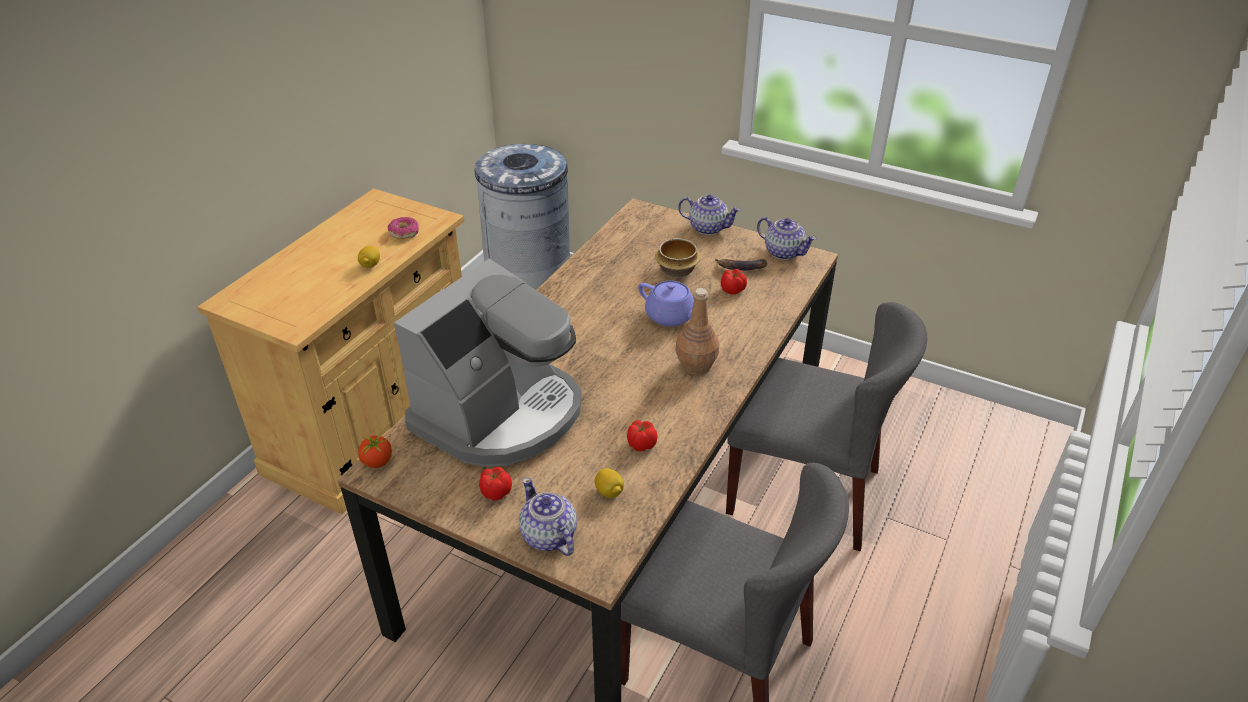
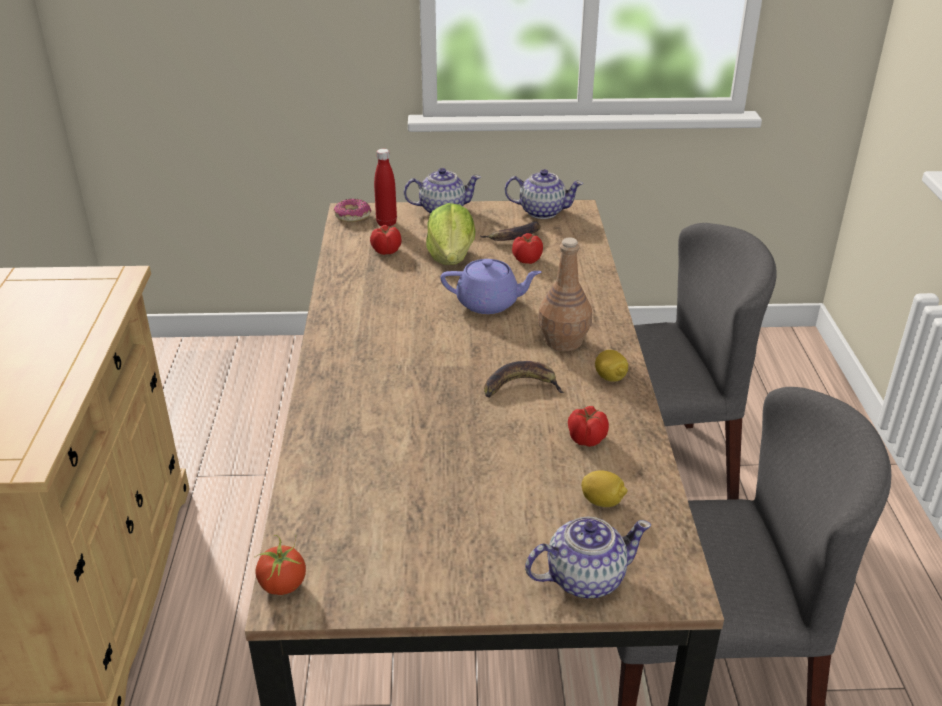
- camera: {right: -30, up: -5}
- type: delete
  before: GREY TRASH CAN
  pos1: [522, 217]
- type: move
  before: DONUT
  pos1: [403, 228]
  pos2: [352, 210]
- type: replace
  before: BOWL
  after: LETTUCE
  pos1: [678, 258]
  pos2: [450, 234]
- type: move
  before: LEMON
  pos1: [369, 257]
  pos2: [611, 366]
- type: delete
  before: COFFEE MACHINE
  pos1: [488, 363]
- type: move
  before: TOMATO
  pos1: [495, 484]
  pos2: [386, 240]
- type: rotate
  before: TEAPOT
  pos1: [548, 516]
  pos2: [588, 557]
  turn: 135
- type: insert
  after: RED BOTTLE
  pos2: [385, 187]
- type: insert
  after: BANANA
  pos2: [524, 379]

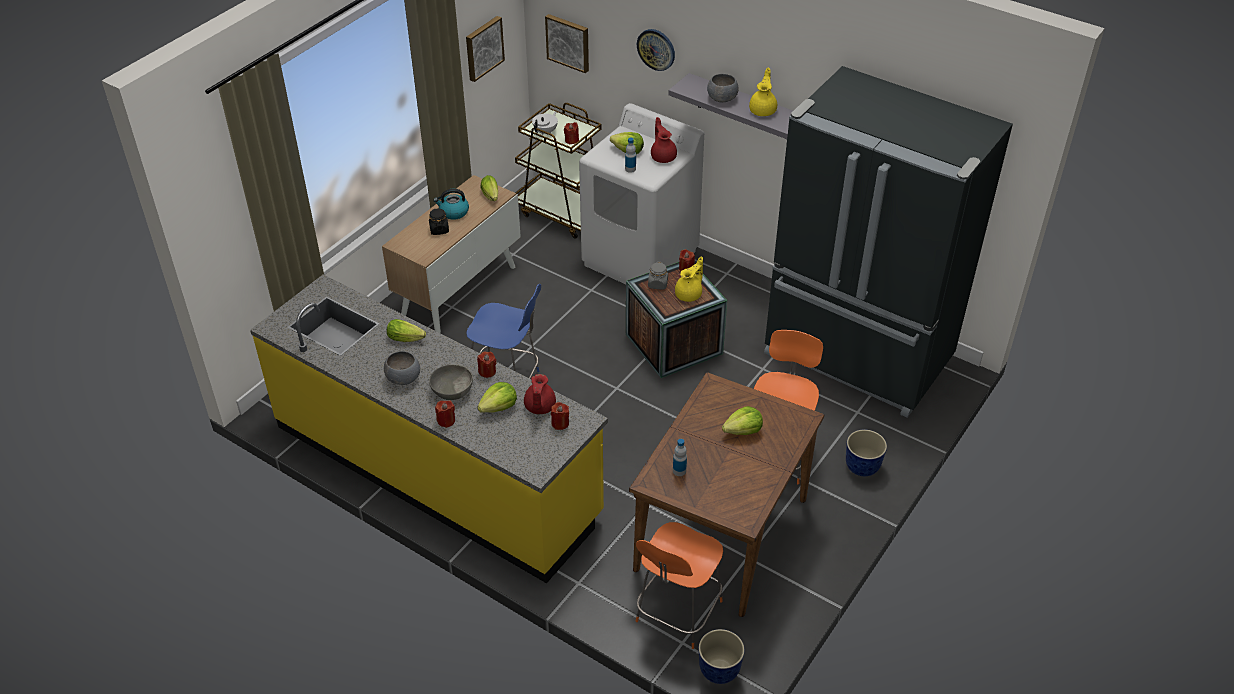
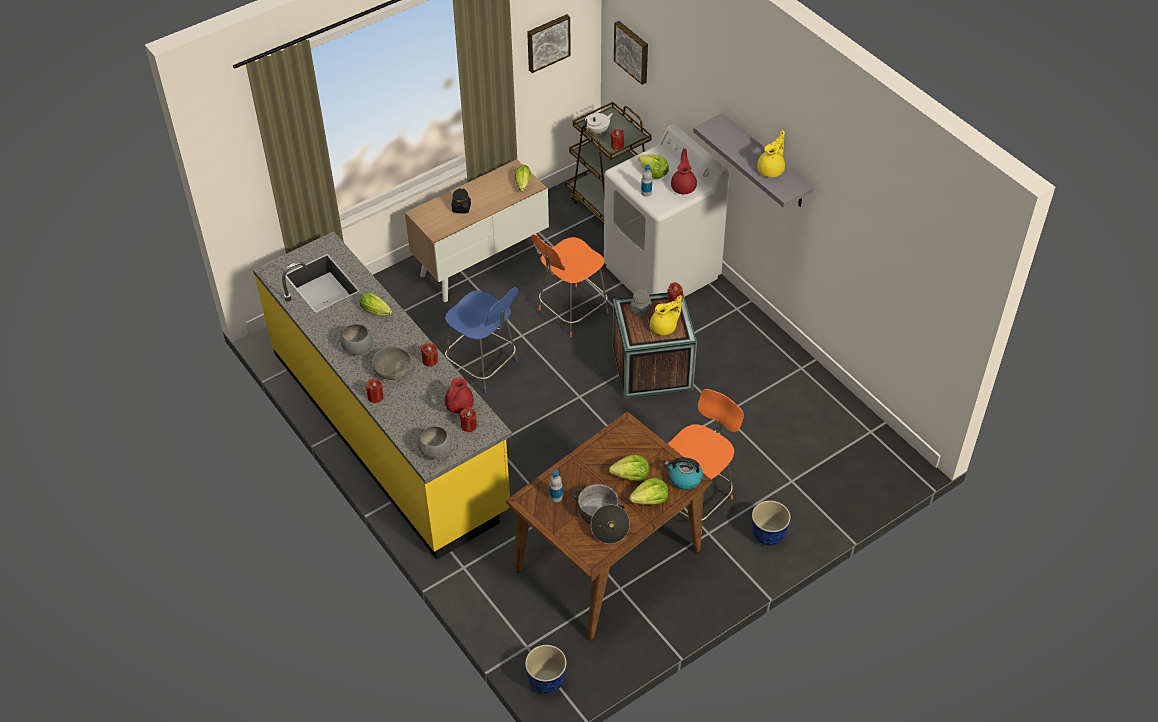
- camera: {right: 20, up: 5}
- type: delete
  before: WALL CLOCK
  pos1: [656, 50]
- type: delete
  before: BLACK FRIDGE
  pos1: [888, 242]
- type: move
  before: GREY BOWL
  pos1: [723, 88]
  pos2: [434, 442]
- type: move
  before: KETTLE
  pos1: [451, 204]
  pos2: [683, 473]
- type: move
  before: LETTUCE
  pos1: [497, 397]
  pos2: [648, 491]
- type: move
  before: ORANGE CHAIR
  pos1: [679, 585]
  pos2: [570, 285]
- type: insert
  after: COOKING POT
  pos2: [601, 514]

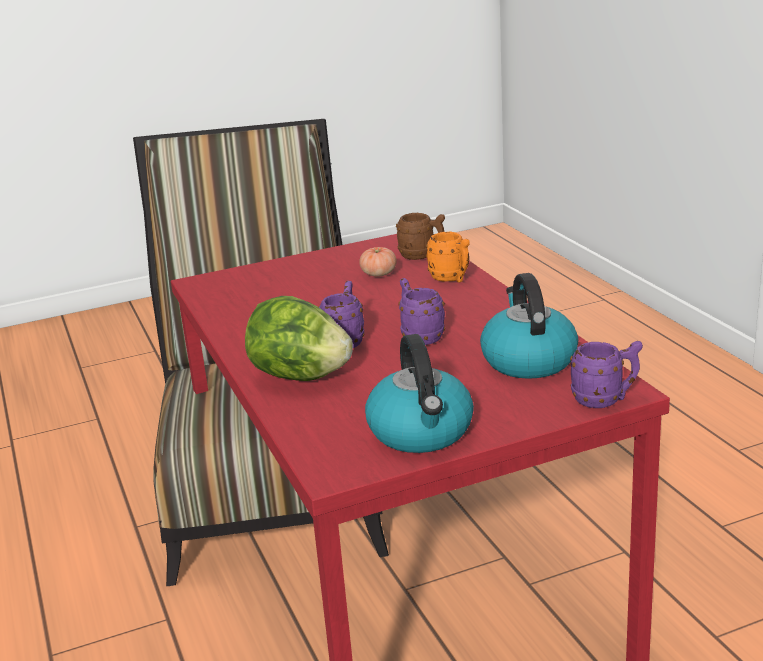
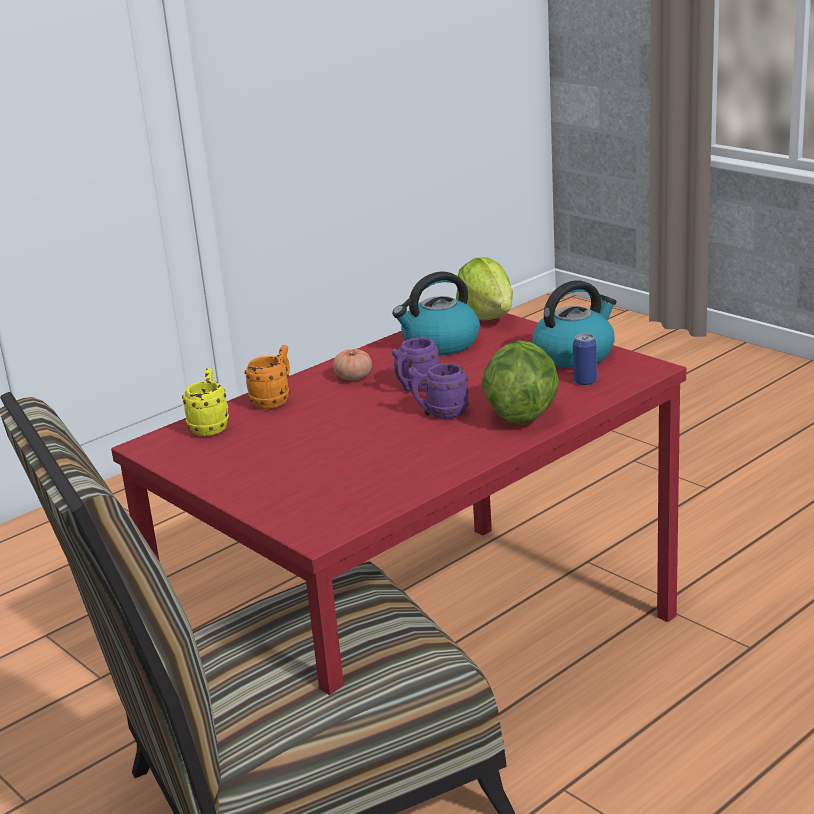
- camera: {right: -110, up: 0}
- type: recolor
  before: BROWN MUG
  after: YELLOW MUG
  pos1: [420, 236]
  pos2: [205, 402]
- type: move
  before: TOMATO
  pos1: [378, 262]
  pos2: [352, 364]
- type: replace
  before: PURPLE MUG
  after: LETTUCE
  pos1: [606, 374]
  pos2: [484, 289]
- type: insert
  after: CAN
  pos2: [585, 359]

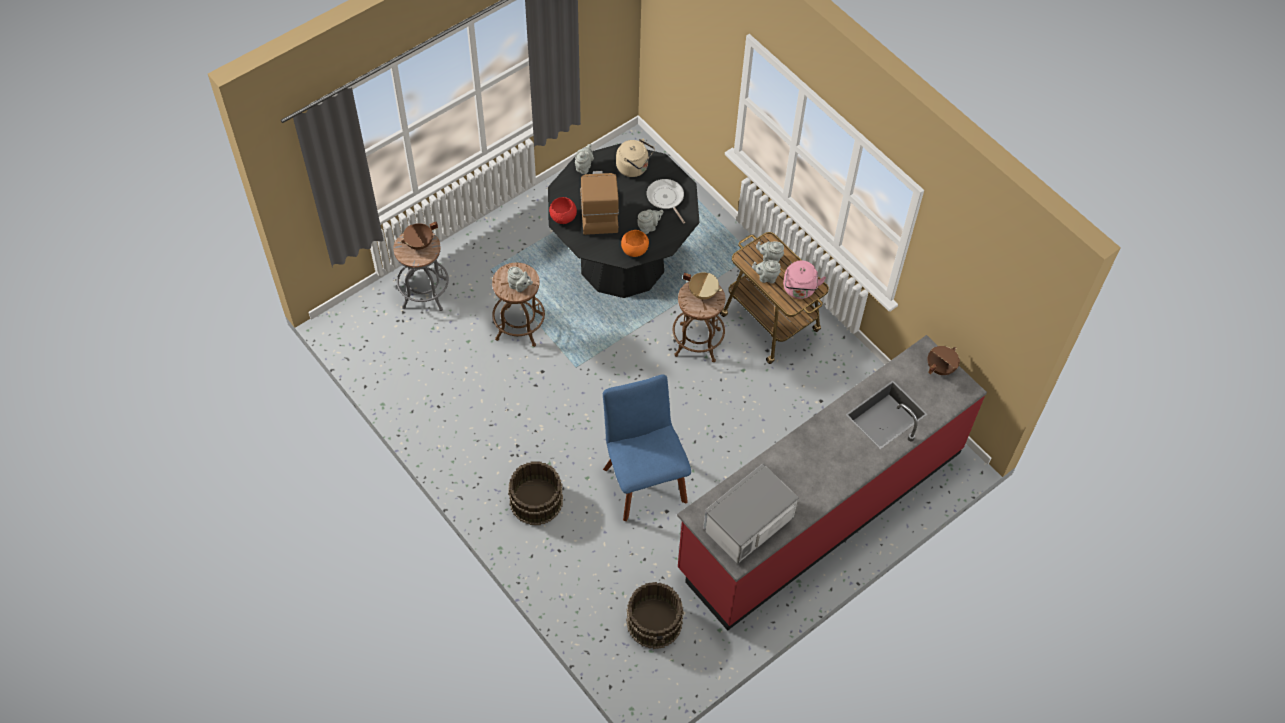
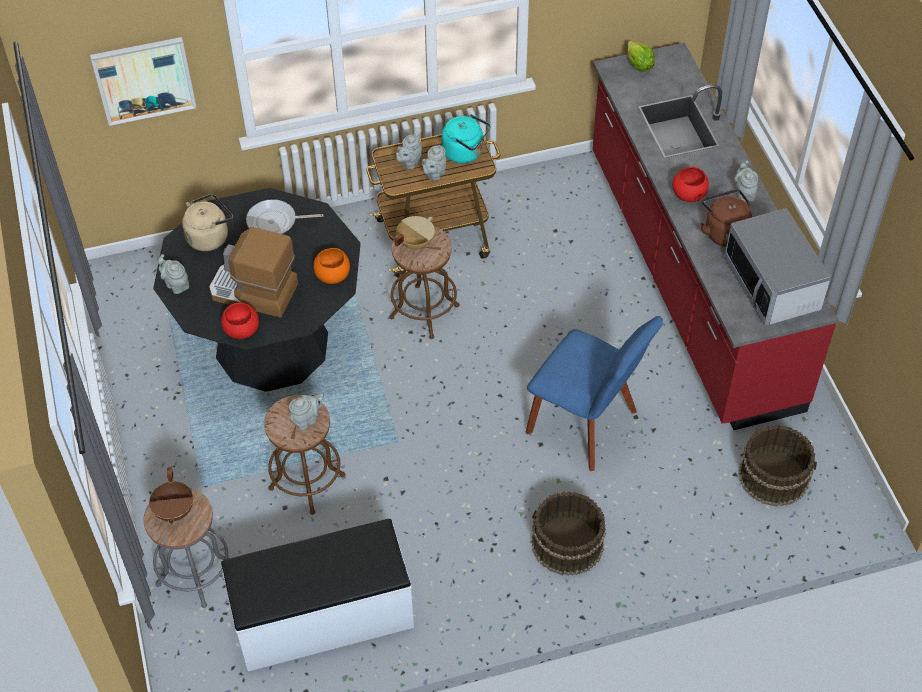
- camera: {right: -65, up: -5}
- type: move
  before: GREY TEAPOT
  pos1: [650, 221]
  pos2: [746, 181]
- type: recolor
  before: PINK KETTLE
  after: TURQUOISE KETTLE
  pos1: [804, 279]
  pos2: [466, 138]
- type: replace
  before: BROWN COOKING POT
  after: LETTUCE
  pos1: [944, 360]
  pos2: [641, 56]
- type: rotate
  before: BLUE CHAIR
  pos1: [647, 447]
  pos2: [594, 393]
  turn: -150
- type: insert
  after: PICTURE
  pos2: [143, 81]
- type: insert
  after: RED BOWL
  pos2: [690, 184]
- type: insert
  after: BROWN KETTLE
  pos2: [726, 218]
- type: insert
  after: WHITE BENCH
  pos2: [317, 595]

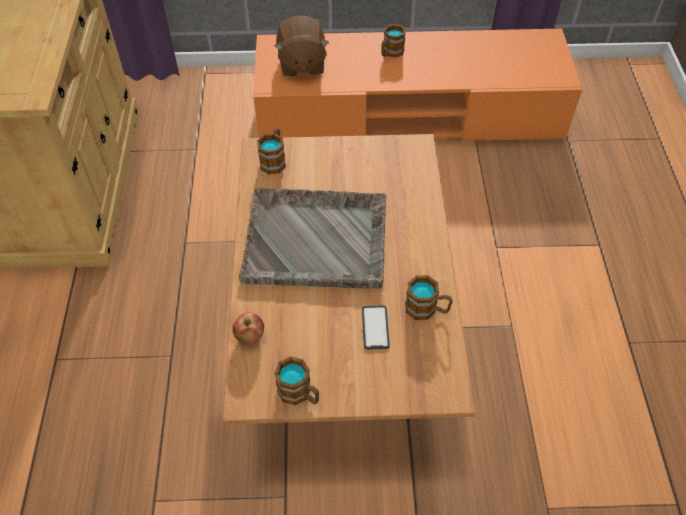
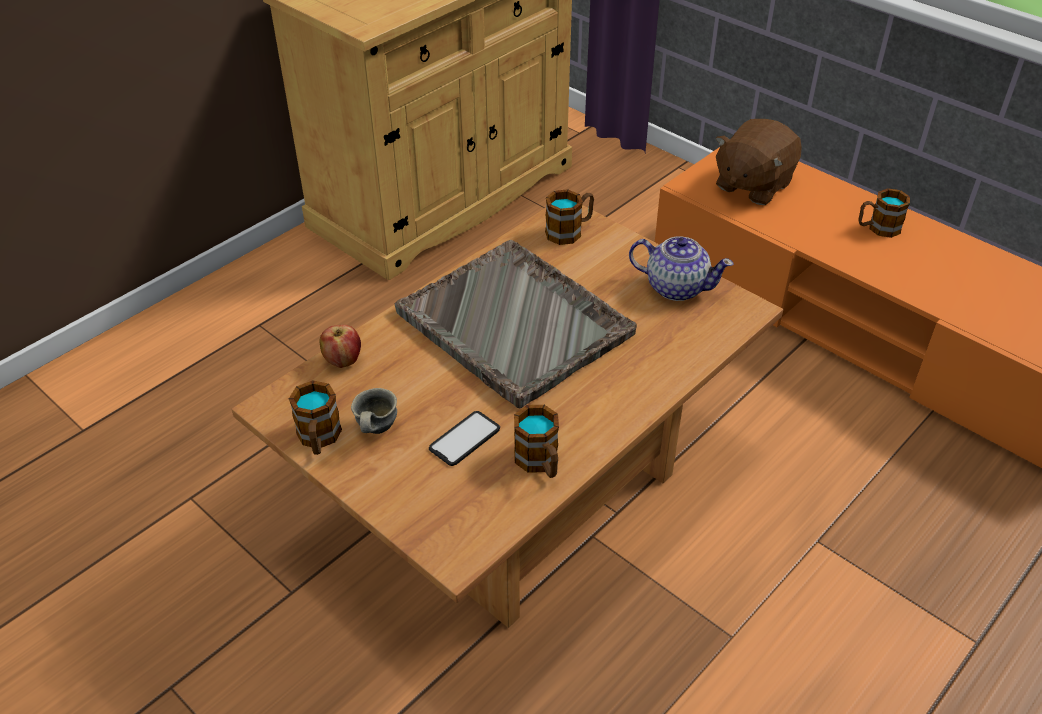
- camera: {right: 45, up: -10}
- type: insert
  after: TEAPOT
  pos2: [681, 268]
- type: insert
  after: GREY MUG
  pos2: [374, 411]

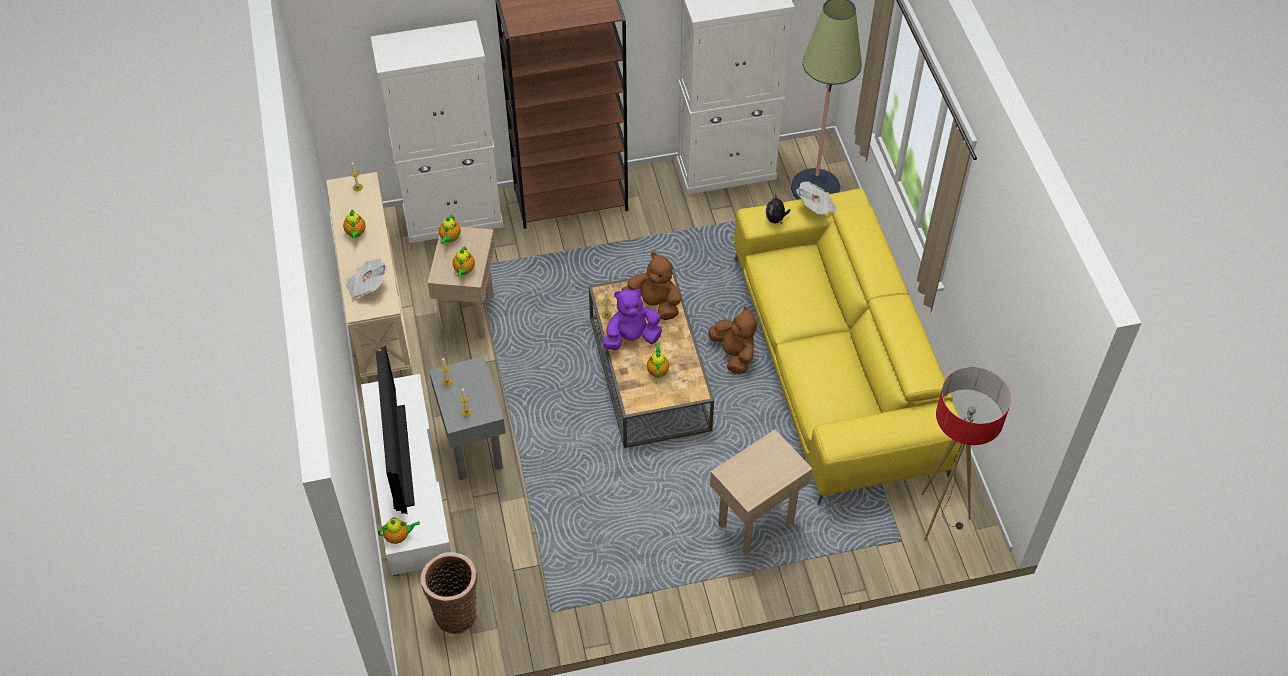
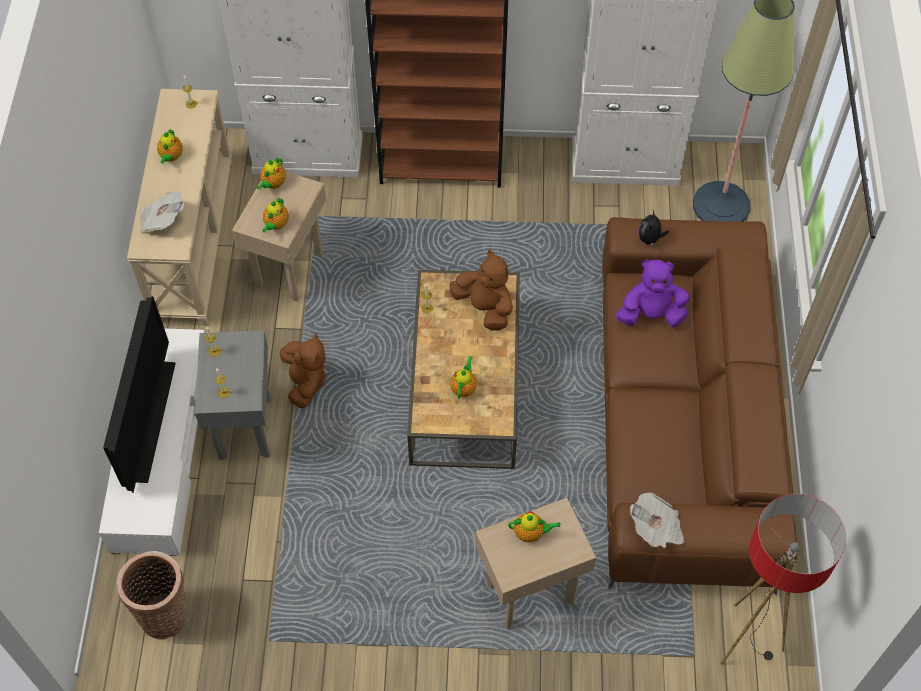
- camera: {right: 15, up: 5}
- type: move
  before: NEWSPAPER
  pos1: [817, 198]
  pos2: [657, 520]
- type: recolor
  before: YELLOW SOFA
  after: BROWN SOFA
  pos1: [848, 347]
  pos2: [700, 406]
- type: move
  before: PURPLE PLUSH TOY
  pos1: [632, 319]
  pos2: [653, 293]
- type: move
  before: BROWN PLUSH TOY
  pos1: [733, 340]
  pos2: [303, 370]
- type: move
  before: TEAPOT
  pos1: [399, 531]
  pos2: [534, 527]

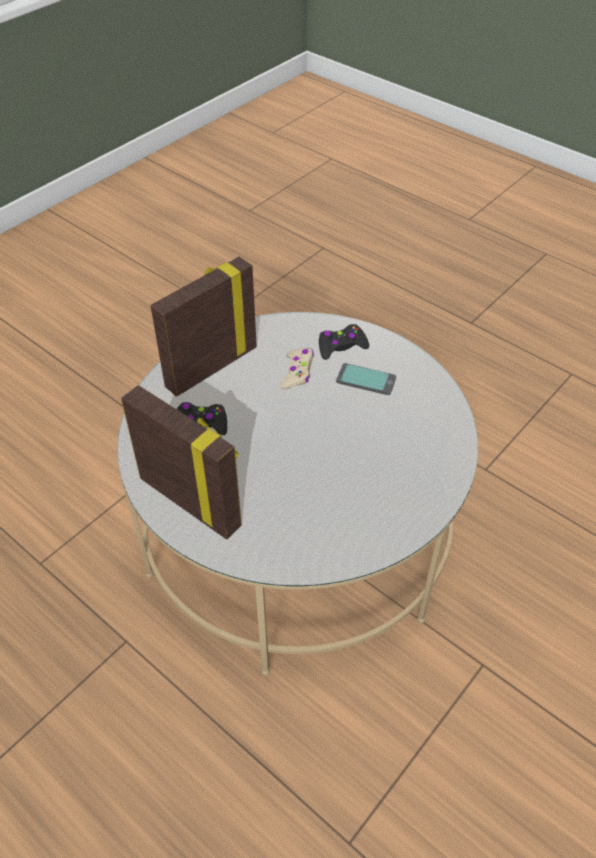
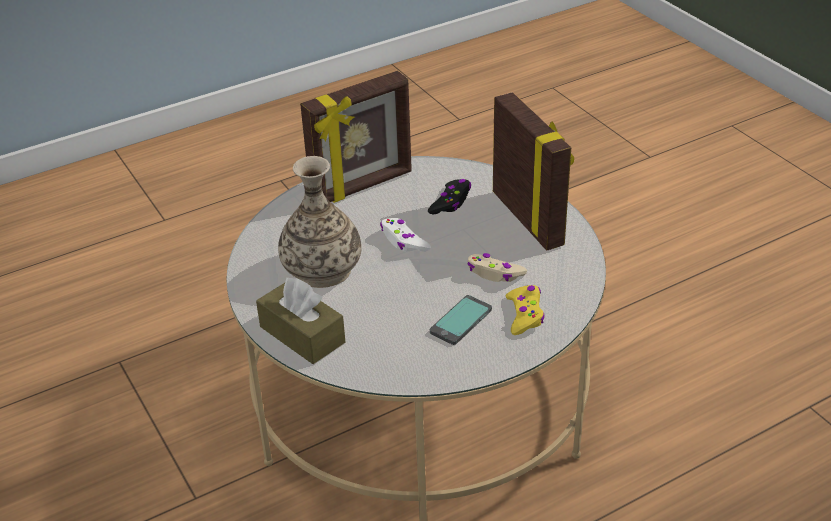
- camera: {right: 110, up: -10}
- type: recolor
  before: BLACK GAME CONTROLLER
  after: YELLOW GAME CONTROLLER
  pos1: [344, 342]
  pos2: [525, 310]
- type: insert
  after: VASE
  pos2: [320, 222]
- type: insert
  after: WHITE GAME CONTROLLER
  pos2: [405, 235]
- type: insert
  after: BROWN TISSUE BOX
  pos2: [300, 321]

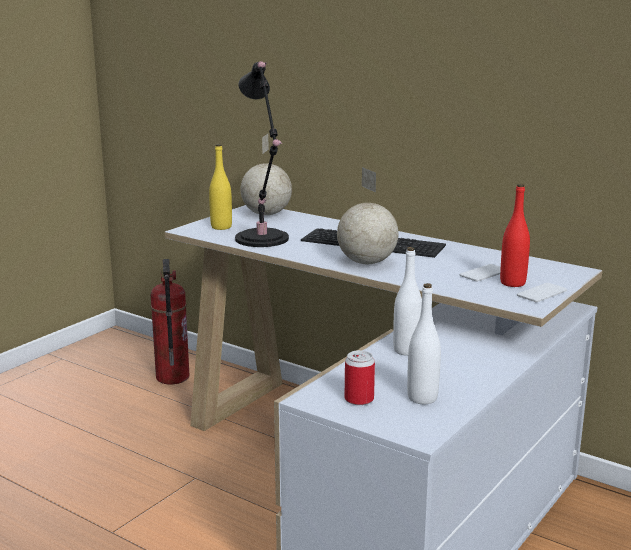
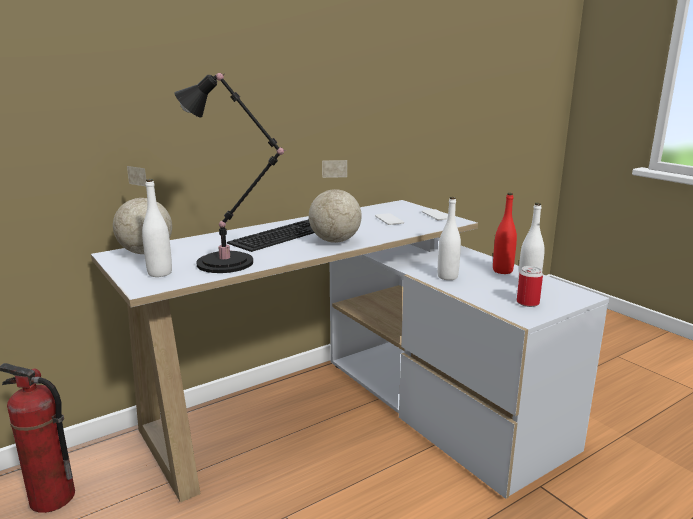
- camera: {right: -70, up: 0}
- type: recolor
  before: YELLOW BOTTLE
  after: WHITE BOTTLE
  pos1: [220, 187]
  pos2: [157, 228]
- type: move
  before: RED BOTTLE
  pos1: [515, 235]
  pos2: [505, 233]

